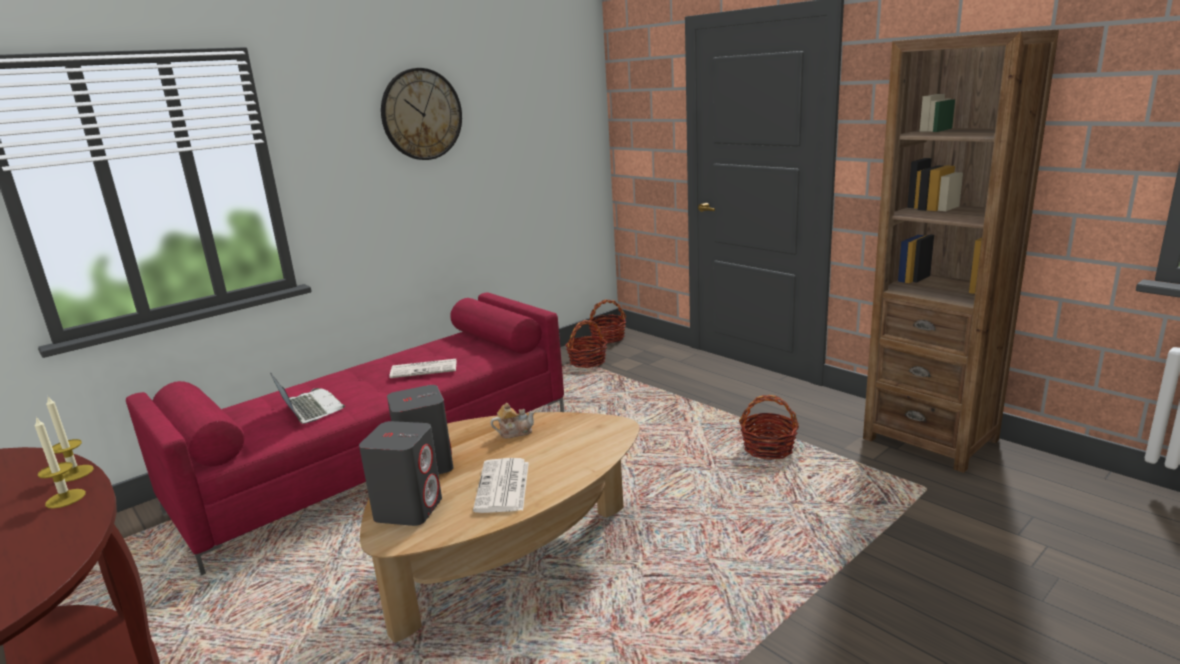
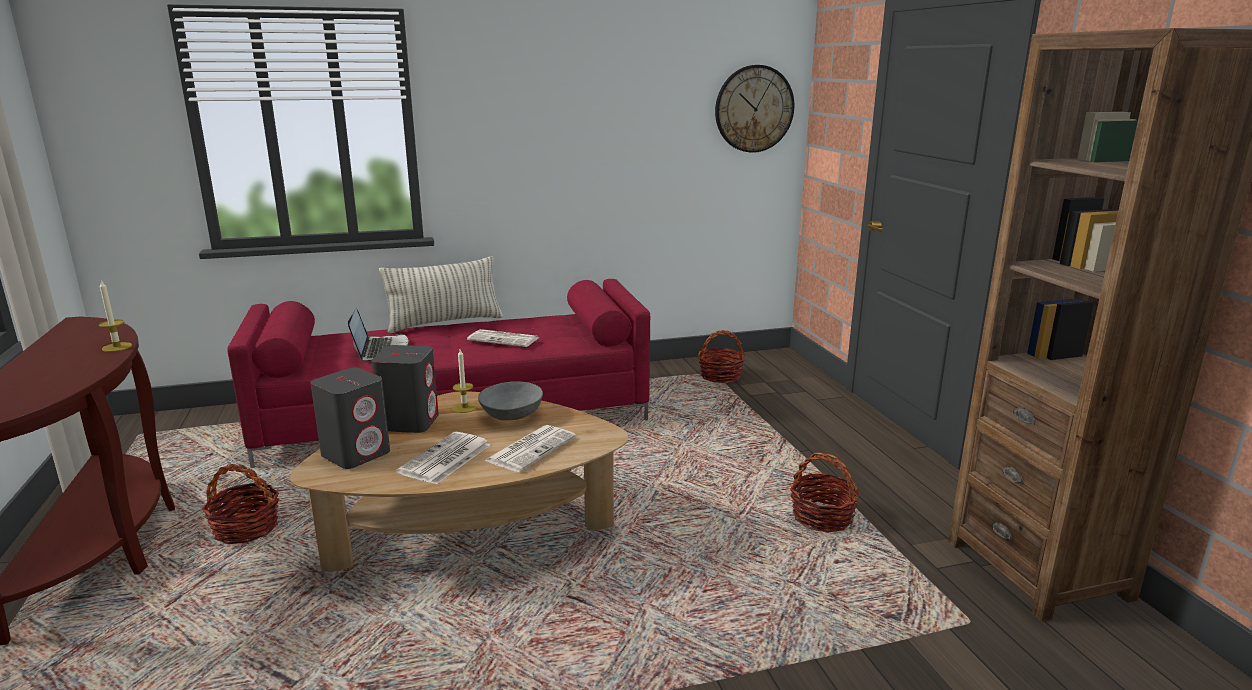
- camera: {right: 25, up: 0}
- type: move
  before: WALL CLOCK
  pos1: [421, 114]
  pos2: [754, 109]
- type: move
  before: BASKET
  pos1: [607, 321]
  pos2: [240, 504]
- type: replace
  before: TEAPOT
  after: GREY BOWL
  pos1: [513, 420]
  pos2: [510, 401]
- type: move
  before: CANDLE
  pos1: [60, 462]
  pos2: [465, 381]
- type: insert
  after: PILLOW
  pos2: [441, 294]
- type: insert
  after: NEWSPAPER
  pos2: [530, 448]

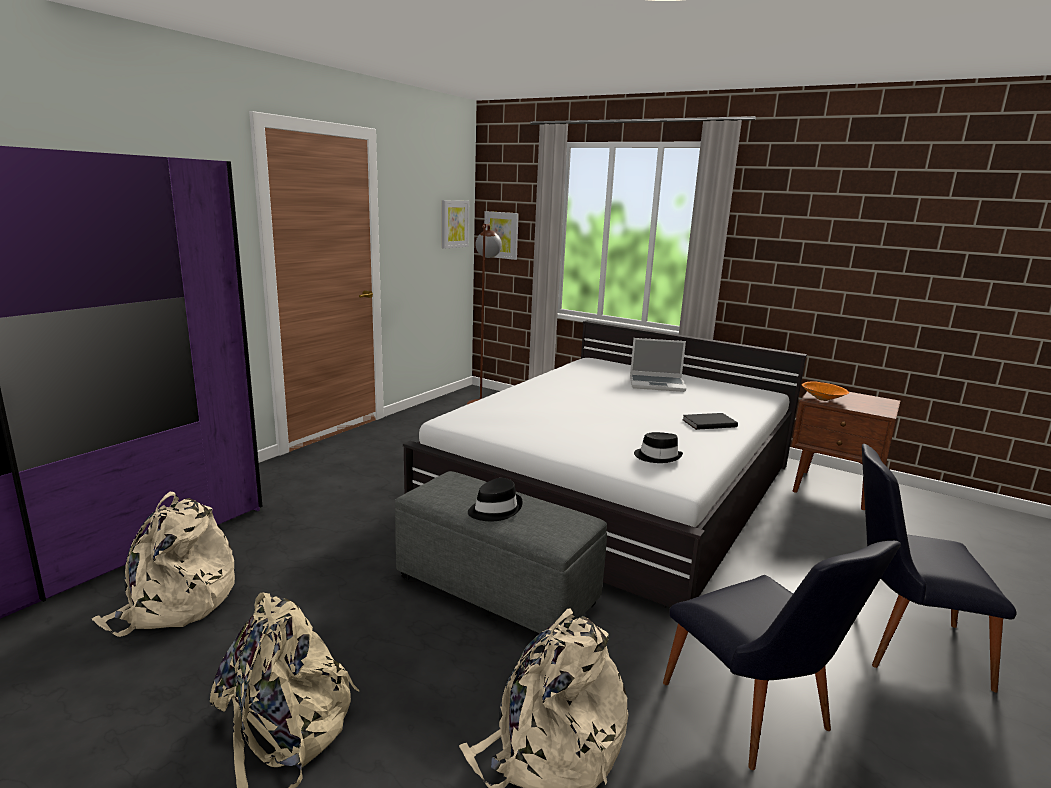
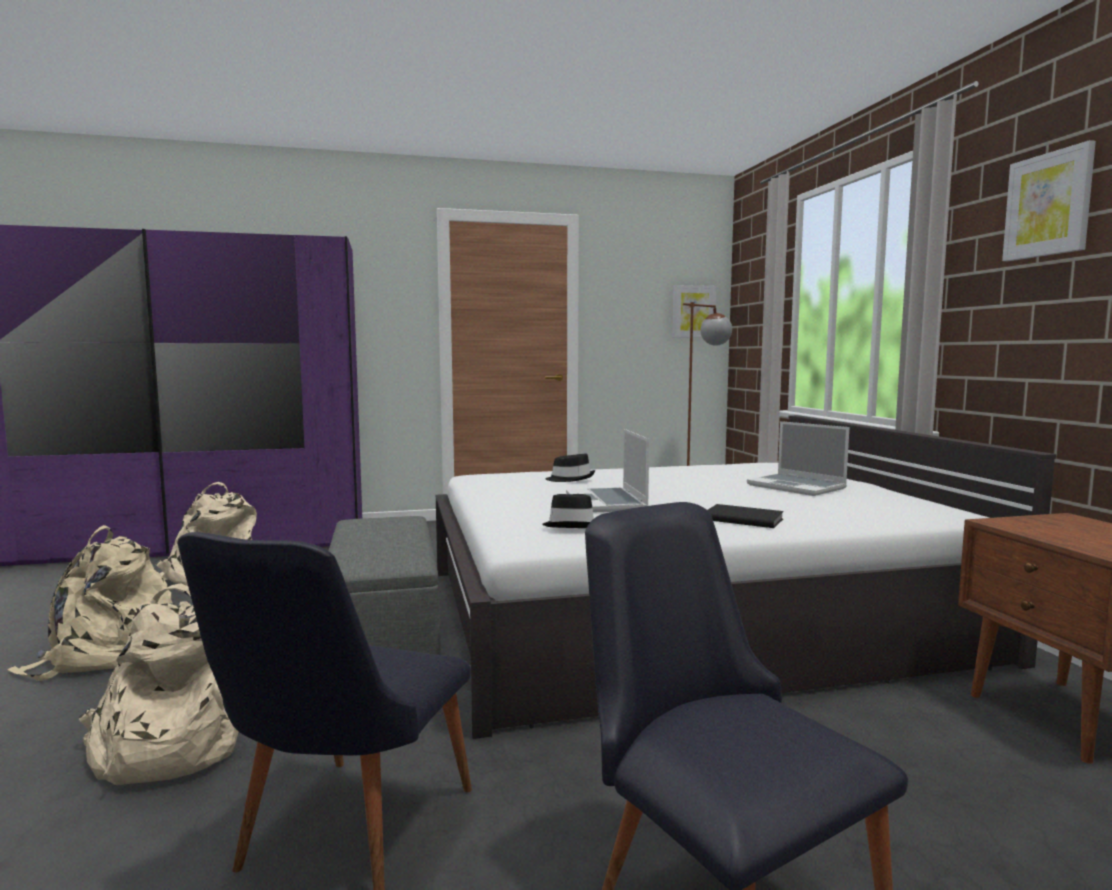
- camera: {right: 45, up: -10}
- type: move
  before: PICTURE
  pos1: [501, 235]
  pos2: [1049, 200]
- type: delete
  before: ORANGE BOWL
  pos1: [825, 391]
- type: move
  before: BLACK HAT
  pos1: [495, 499]
  pos2: [570, 468]
- type: insert
  after: LAPTOP
  pos2: [607, 471]

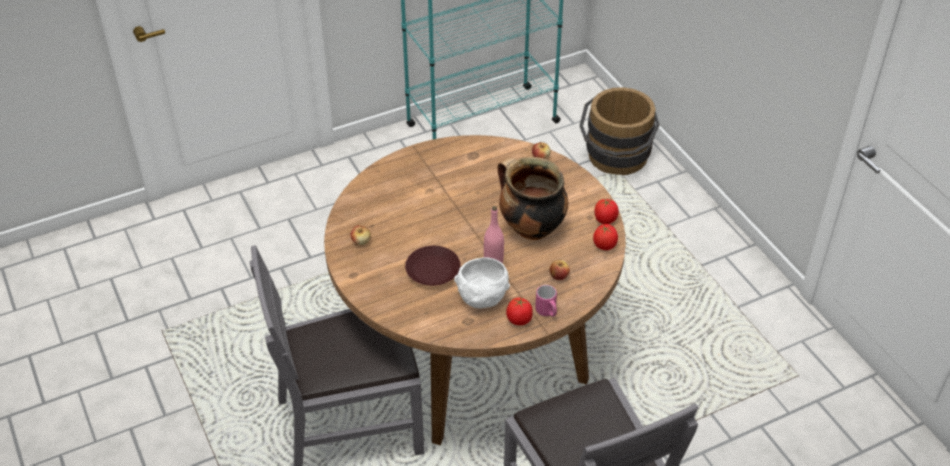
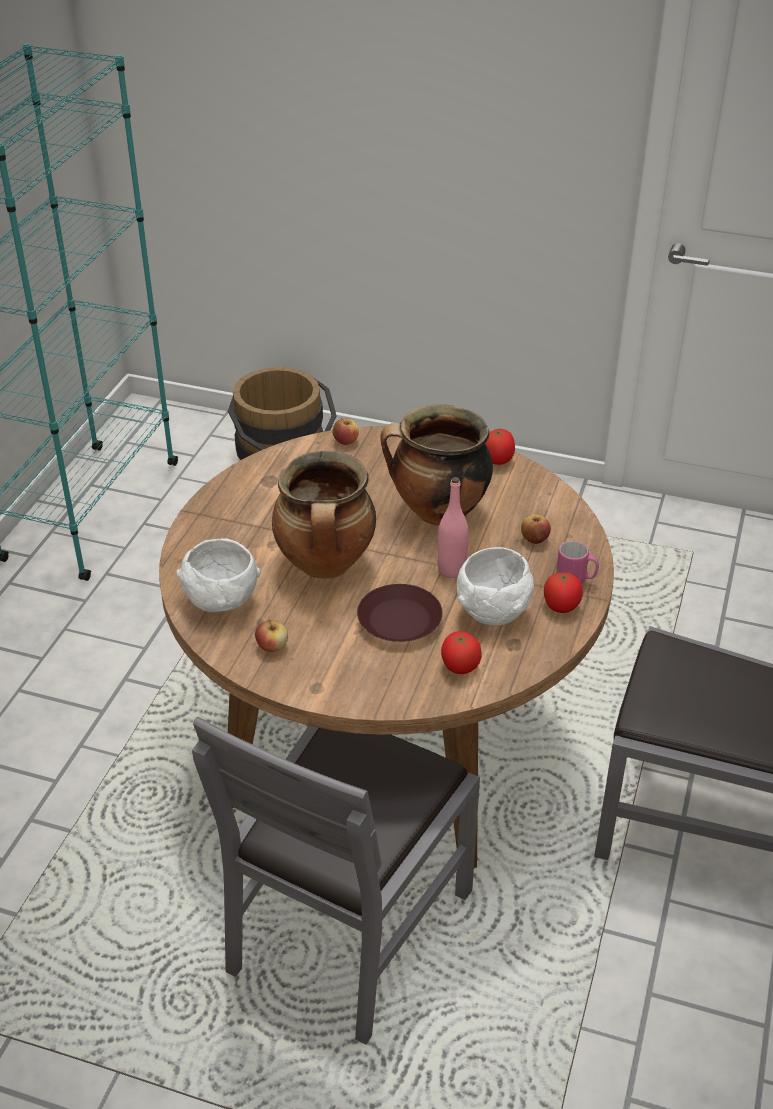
- camera: {right: -45, up: -5}
- type: move
  before: TOMATO
  pos1: [605, 237]
  pos2: [461, 652]
- type: insert
  after: COOKING POT
  pos2: [324, 515]
- type: insert
  after: WHITE BOWL
  pos2: [218, 575]

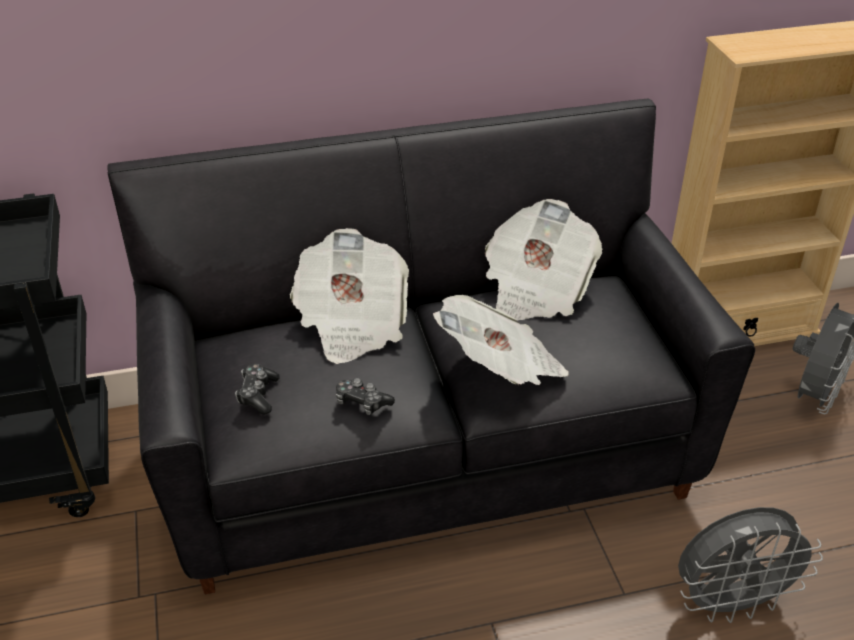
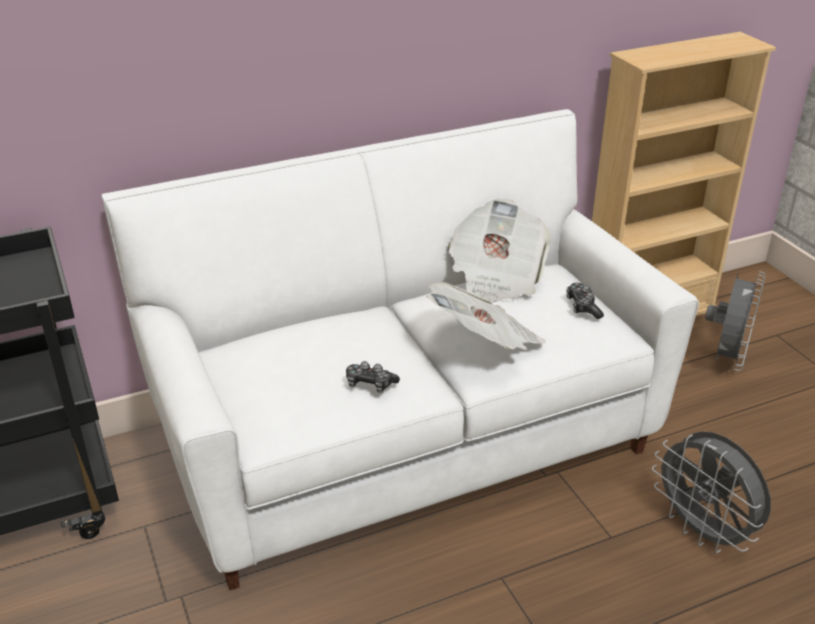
- camera: {right: -10, up: -5}
- type: recolor
  before: BLACK SOFA
  after: WHITE SOFA
  pos1: [431, 346]
  pos2: [400, 349]
- type: delete
  before: NEWSPAPER
  pos1: [349, 296]
- type: move
  before: GAME CONTROLLER
  pos1: [257, 389]
  pos2: [585, 301]
- type: rotate
  before: GREY FAN
  pos1: [750, 565]
  pos2: [711, 492]
  turn: 75

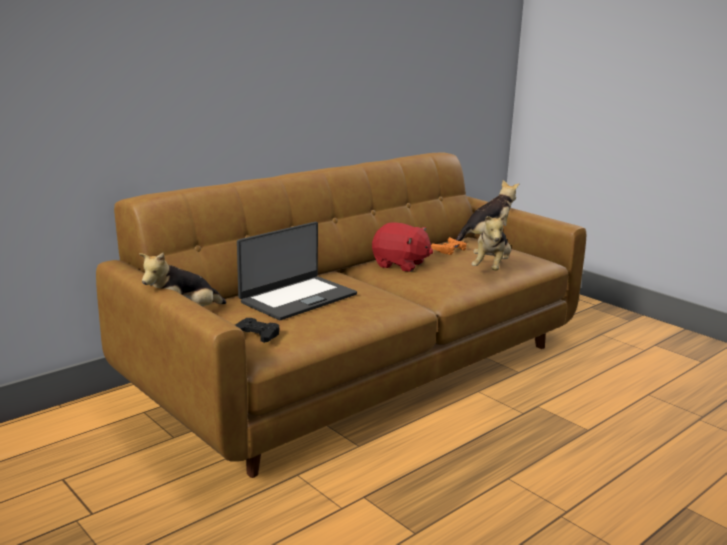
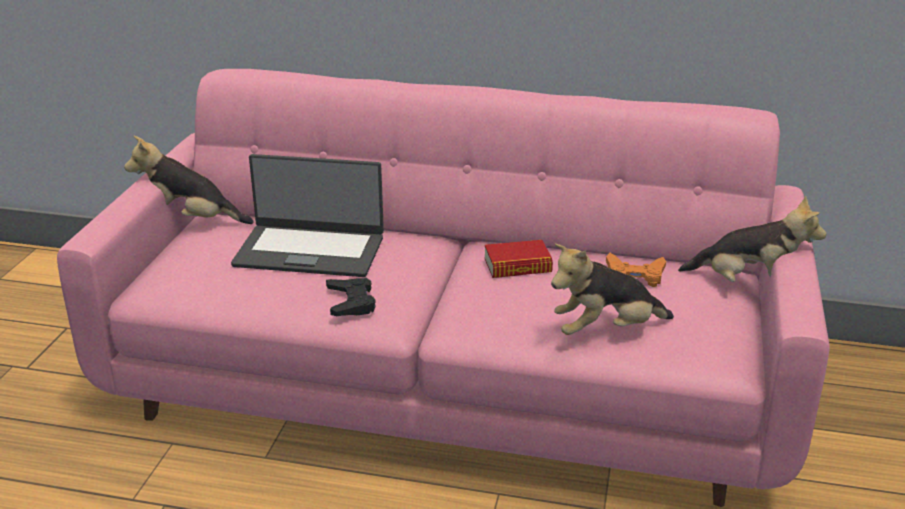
- camera: {right: 55, up: 10}
- type: recolor
  before: BROWN SOFA
  after: PINK SOFA
  pos1: [341, 315]
  pos2: [443, 288]
- type: replace
  before: RED PLUSH TOY
  after: BOOK
  pos1: [402, 247]
  pos2: [518, 259]
- type: move
  before: BLACK GAME CONTROLLER
  pos1: [257, 330]
  pos2: [351, 297]

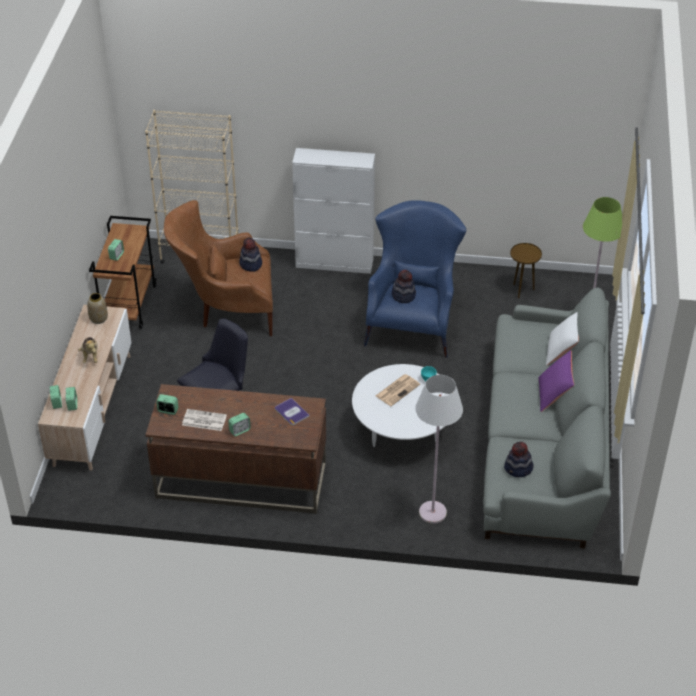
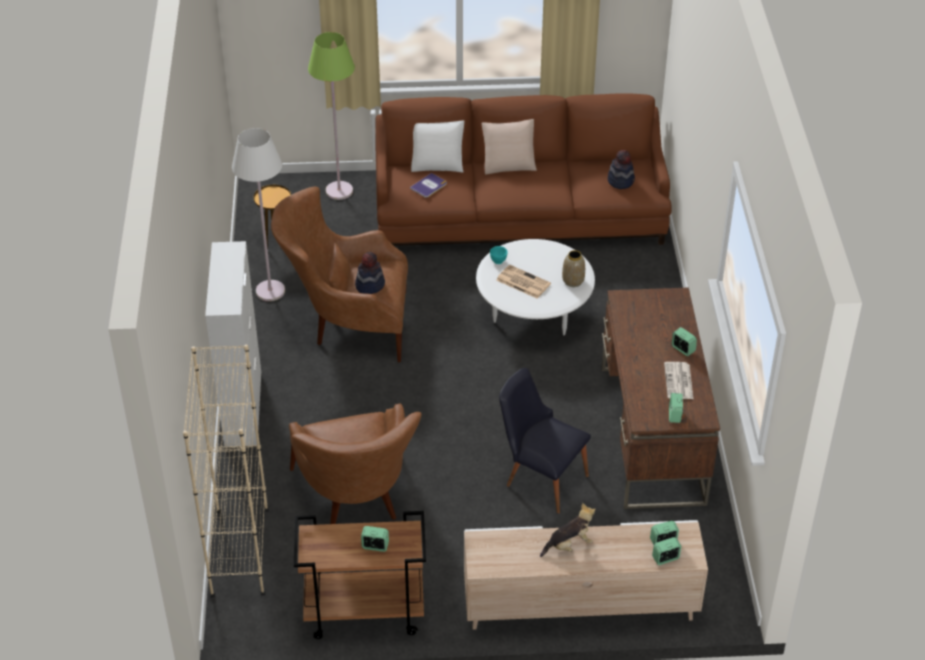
- camera: {right: -100, up: 0}
- type: recolor
  before: BLUE ARMCHAIR
  after: BROWN ARMCHAIR
  pos1: [415, 279]
  pos2: [339, 274]
- type: delete
  before: HAT
  pos1: [250, 255]
- type: recolor
  before: GREY SOFA
  after: BROWN SOFA
  pos1: [547, 418]
  pos2: [523, 169]
- type: move
  before: VASE
  pos1: [97, 308]
  pos2: [573, 268]
- type: recolor
  before: PURPLE PILLOW
  after: BEIGE PILLOW
  pos1: [556, 381]
  pos2: [509, 147]
- type: move
  before: WHITE FLOOR LAMP
  pos1: [439, 449]
  pos2: [258, 214]
- type: move
  before: BOOK
  pos1: [292, 411]
  pos2: [428, 185]

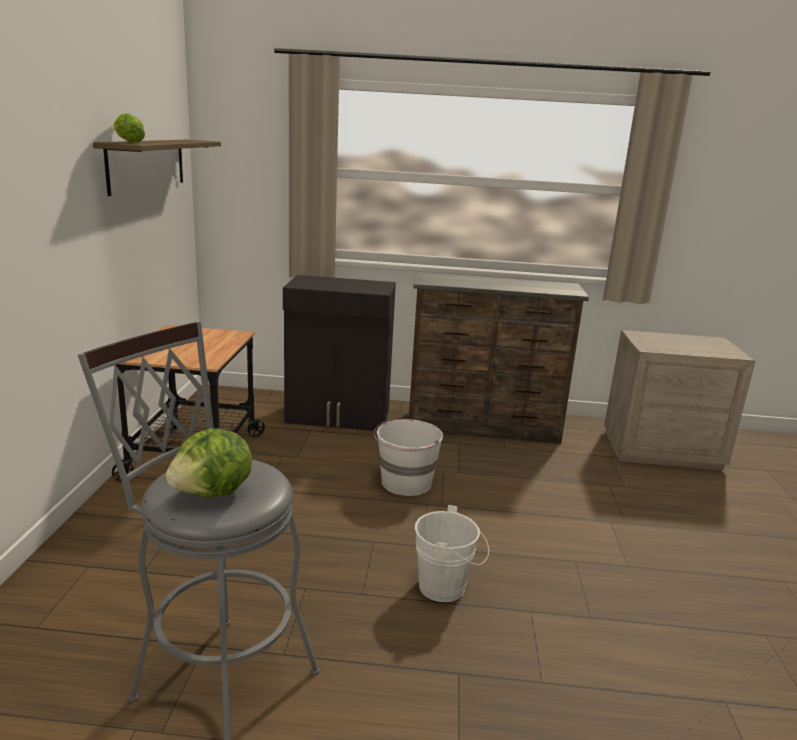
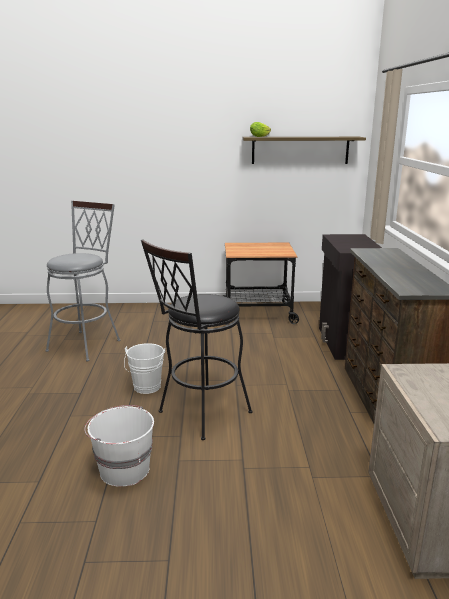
- camera: {right: 85, up: 0}
- type: move
  before: WHITE BUCKET
  pos1: [408, 457]
  pos2: [119, 446]
- type: delete
  before: LETTUCE
  pos1: [209, 462]
- type: insert
  after: BLACK STOOL
  pos2: [197, 339]

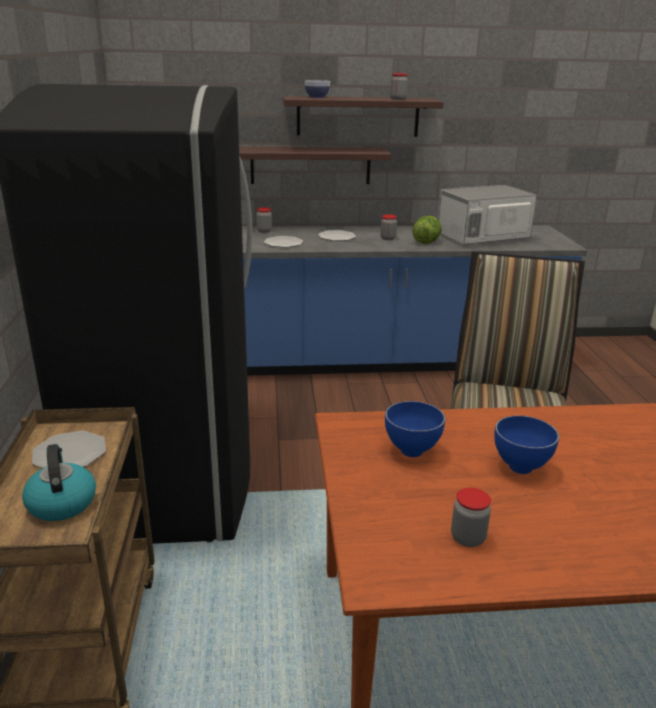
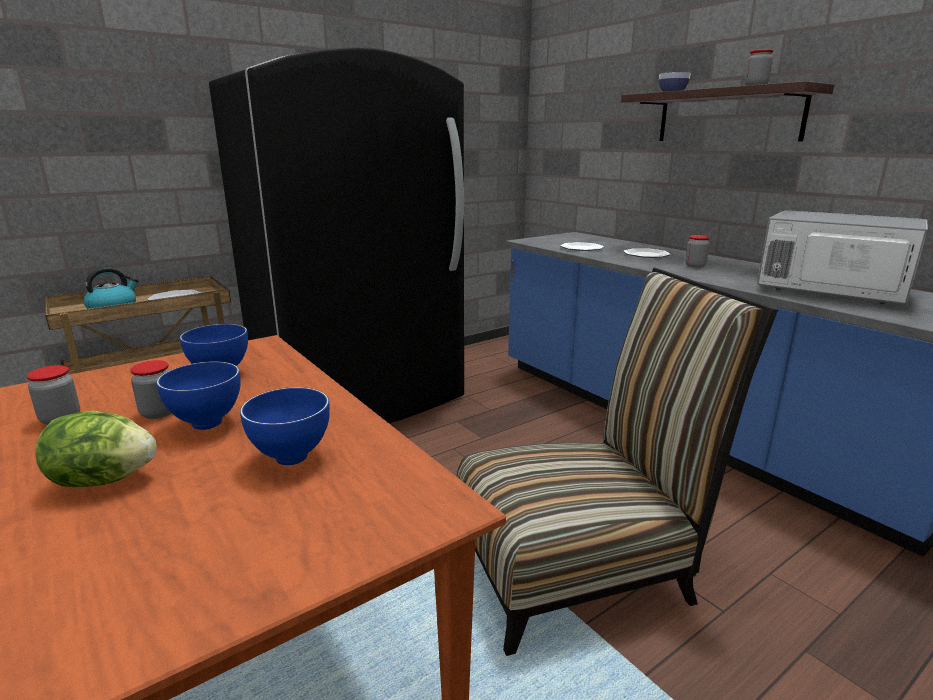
- camera: {right: 60, up: -5}
- type: delete
  before: SHELF
  pos1: [315, 165]
- type: move
  before: JAR
  pos1: [264, 220]
  pos2: [151, 389]
- type: move
  before: LETTUCE
  pos1: [427, 230]
  pos2: [96, 448]
- type: insert
  after: BLUE BOWL
  pos2: [285, 426]

